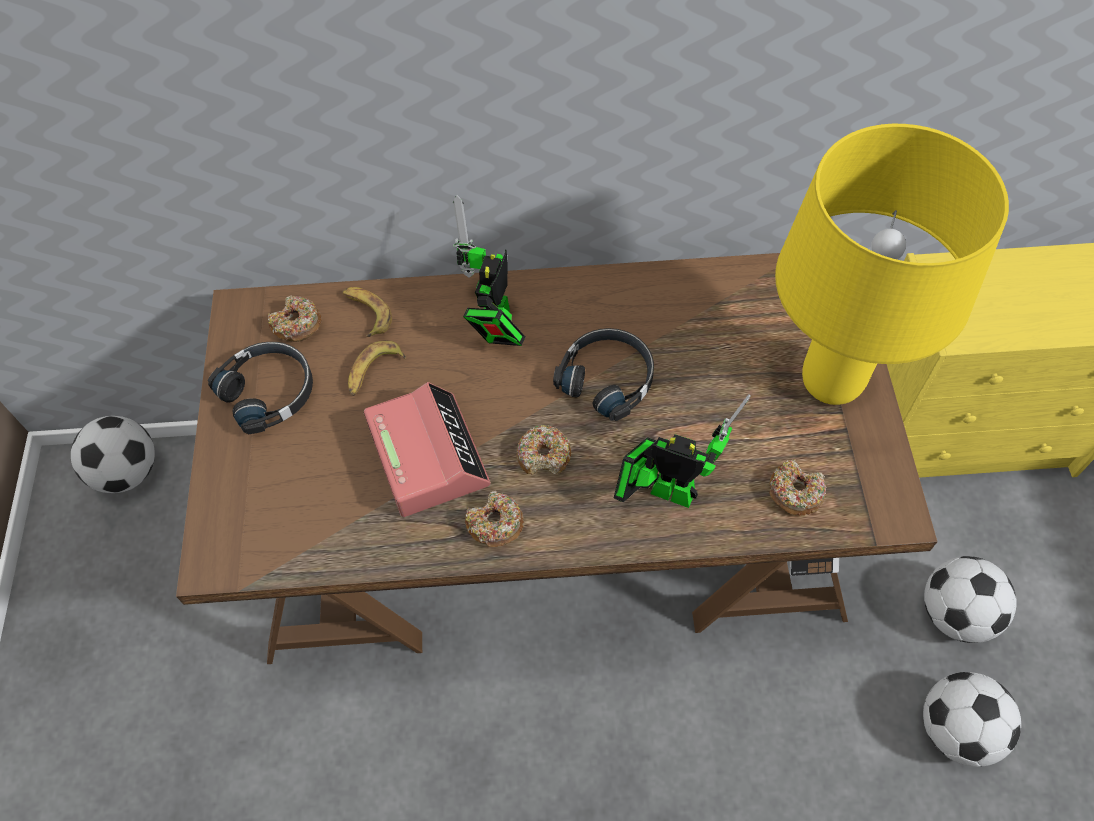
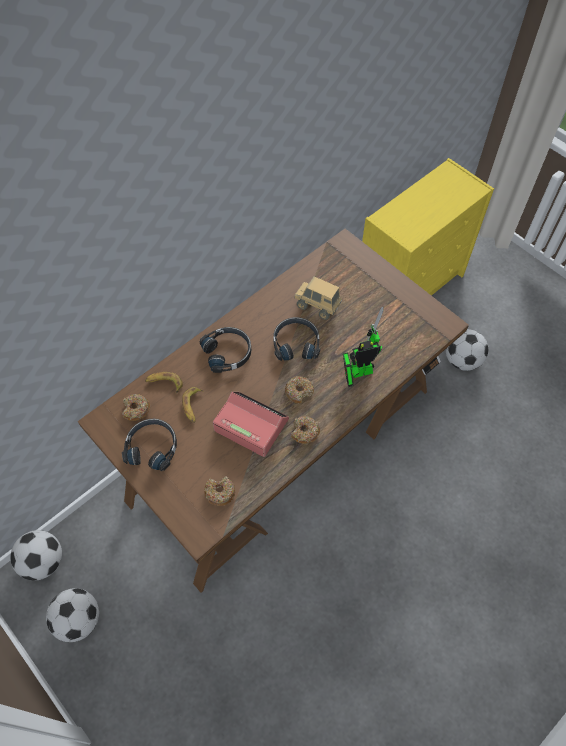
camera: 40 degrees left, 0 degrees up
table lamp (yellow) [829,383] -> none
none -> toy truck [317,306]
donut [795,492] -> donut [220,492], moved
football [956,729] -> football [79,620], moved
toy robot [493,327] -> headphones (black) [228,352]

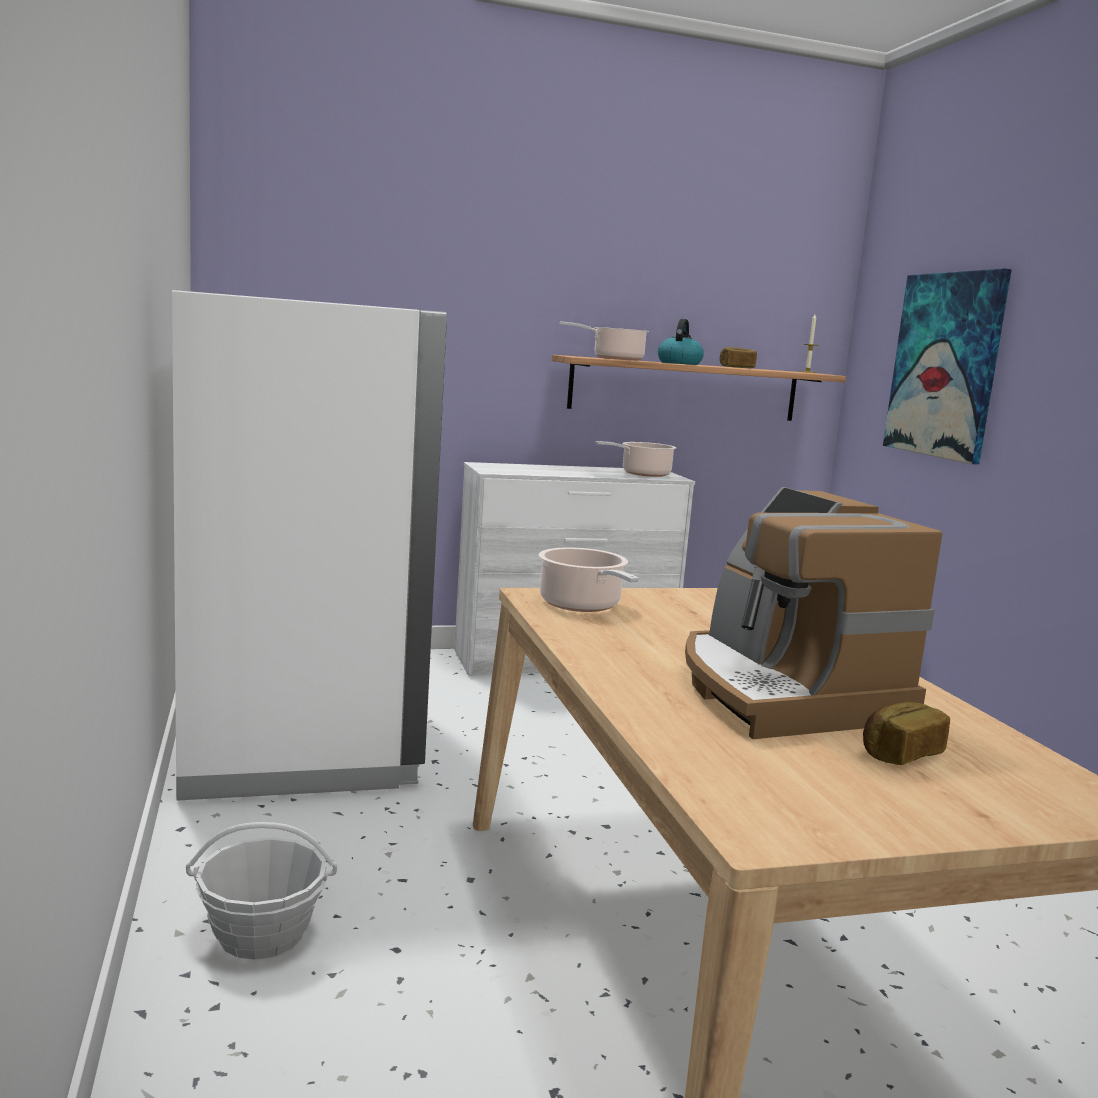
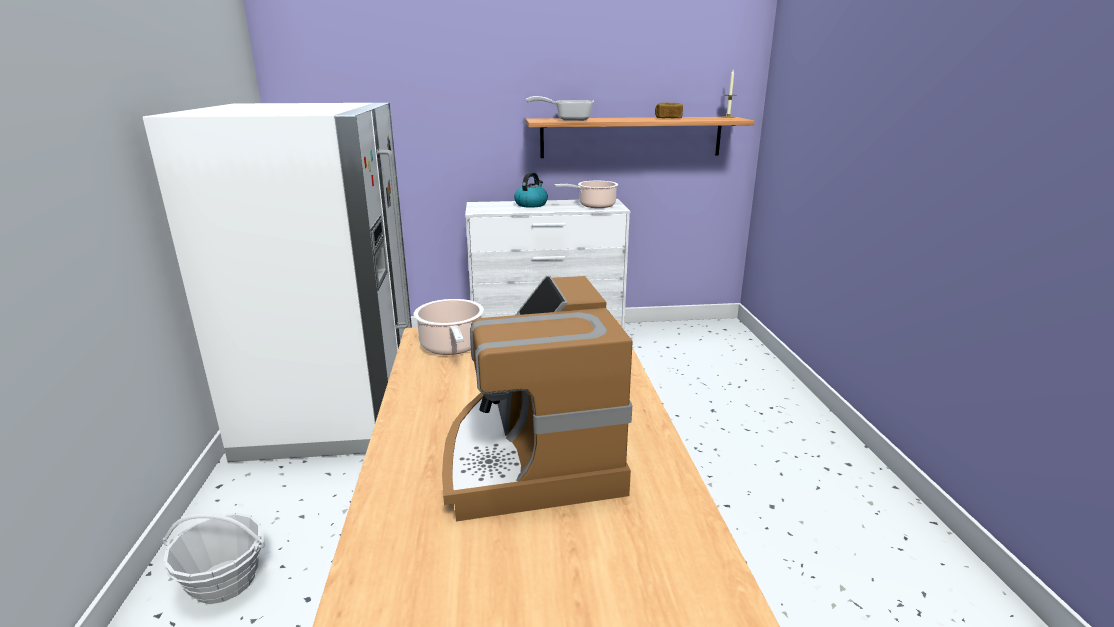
camera: 10 degrees right, 10 degrees up
bread [900,753] -> none
picture [945,365] -> none
kettle [679,363] -> kettle [531,204], moved
cooking pot [614,359] -> frying pan [568,119]

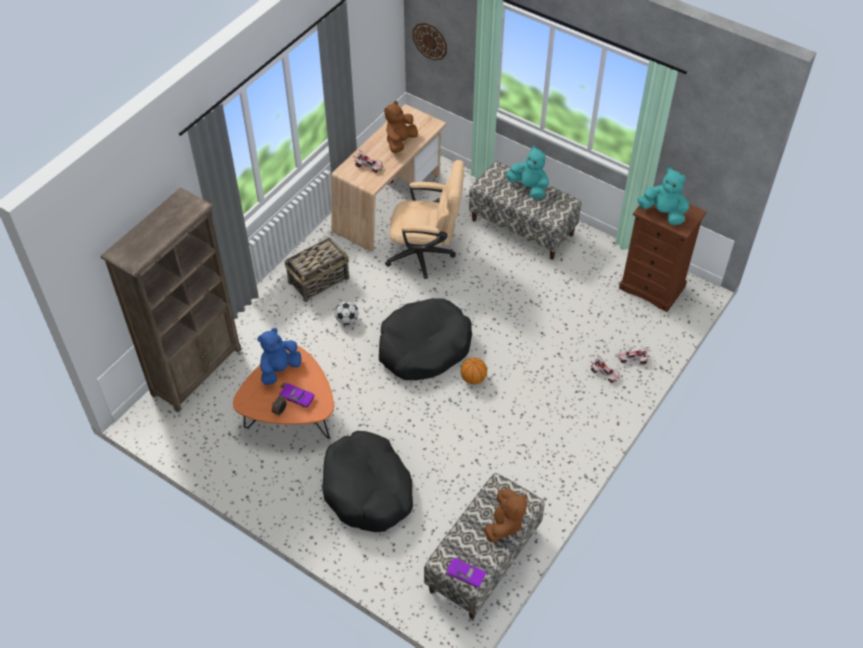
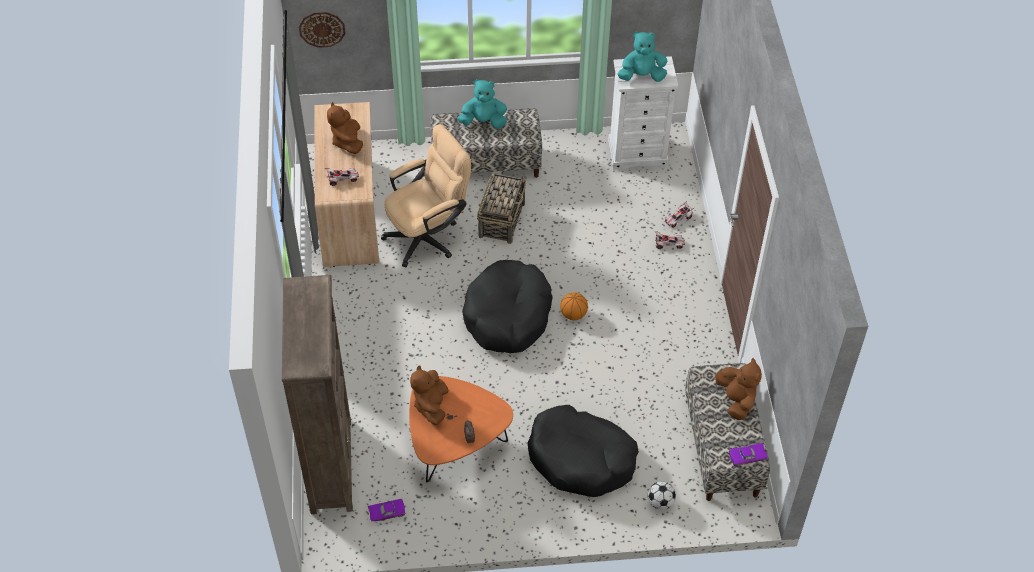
camera: 40 degrees left, 0 degrees up
toy car (purple) [297,397] -> toy car (purple) [387,511], moved
basket [319,280] -> basket [502,219], moved
football [347,320] -> football [660,502], moved
plush toy (blue) [279,369] -> plush toy (brown) [431,405]
dresser (brown) [652,287] -> dresser (white) [637,153]

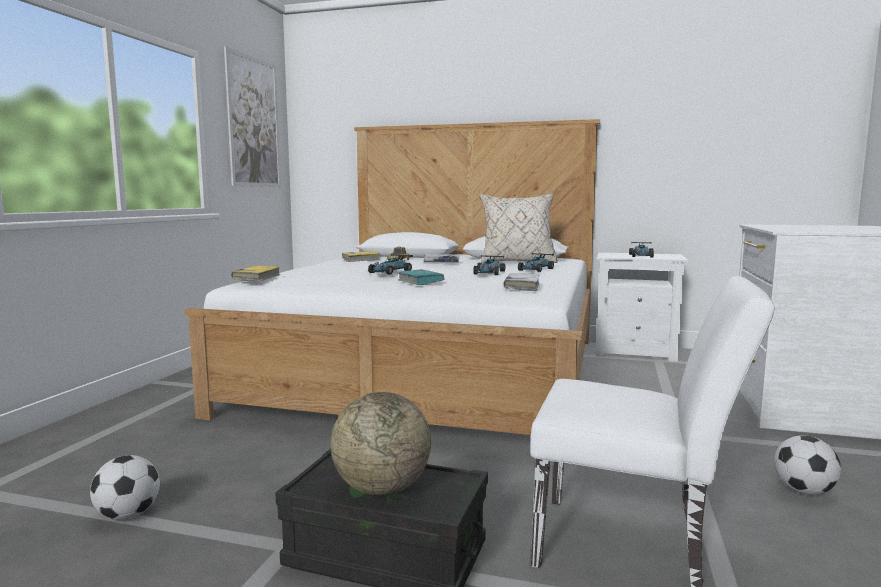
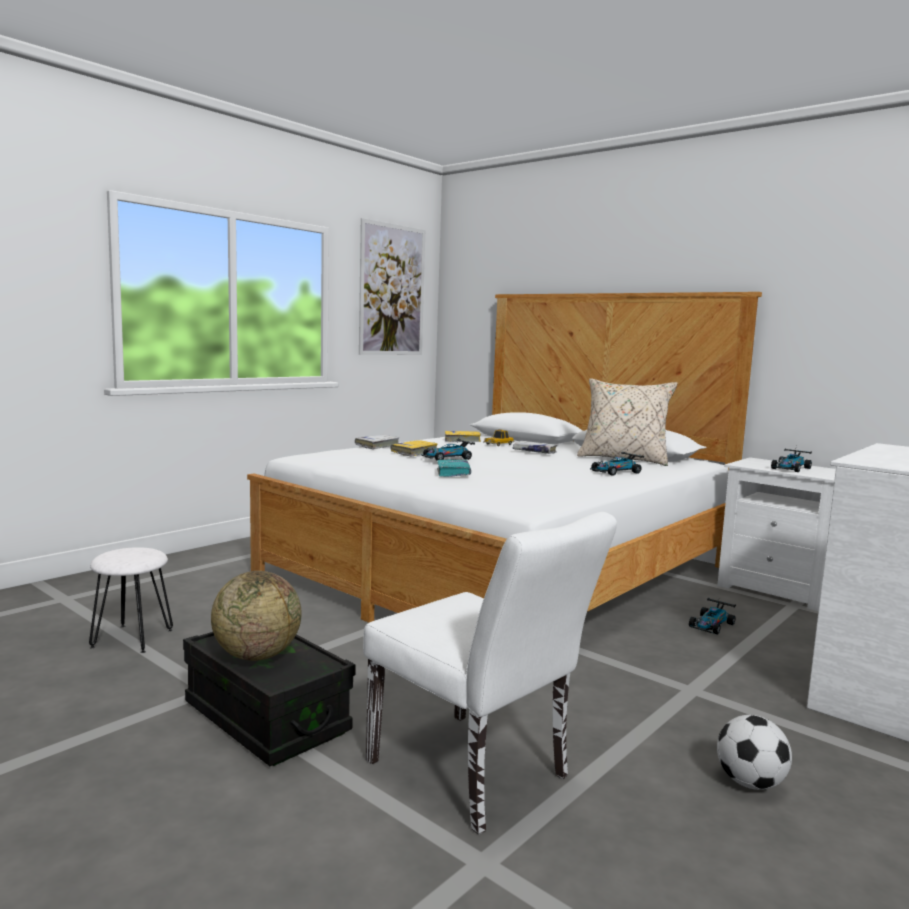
camera: 25 degrees right, 0 degrees up
book (yellow) [256,278] -> book (yellow) [414,452], moved
toy car [489,272] -> toy car [711,625], moved
book (white) [522,287] -> book (white) [377,446], moved
football [128,515] -> stool (white) [132,639]

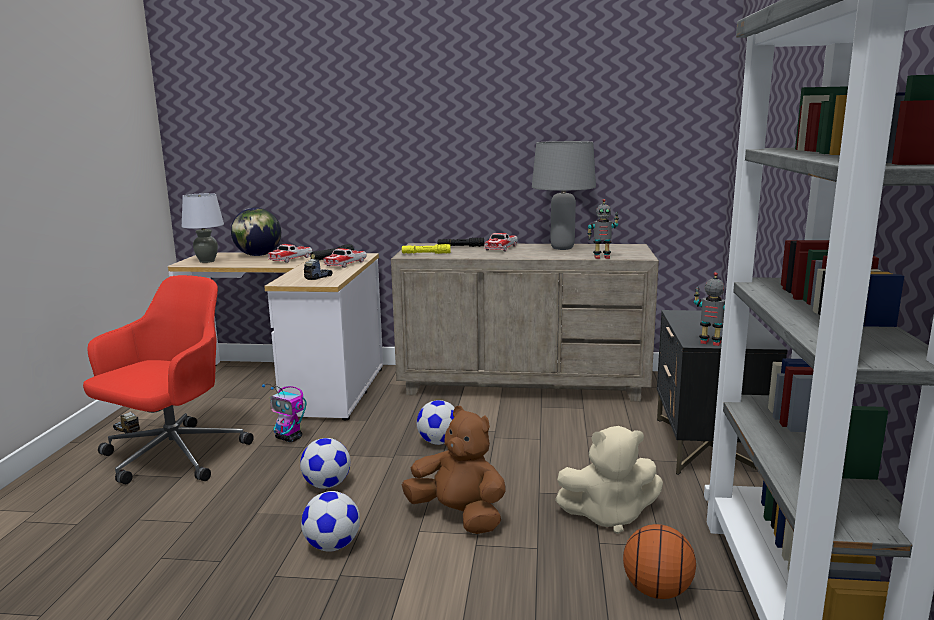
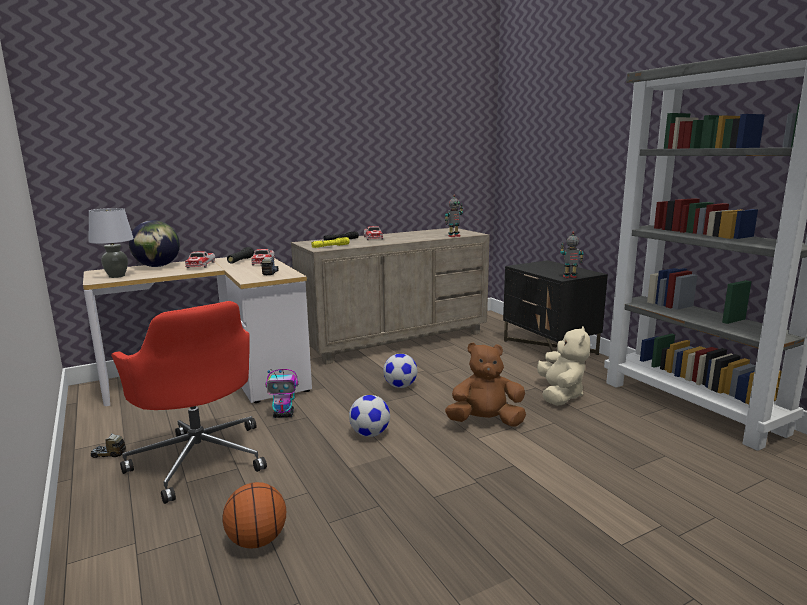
camera: 35 degrees left, 0 degrees up
football [333,546] -> none
table lamp (grey) [562,248] -> none
basketball [657,591] -> basketball [257,541], moved
office chair (red) [172,457] -> office chair (red) [200,458], 150 degrees clockwise
plush toy (beige) [608,516] -> plush toy (beige) [560,395], 45 degrees counterclockwise

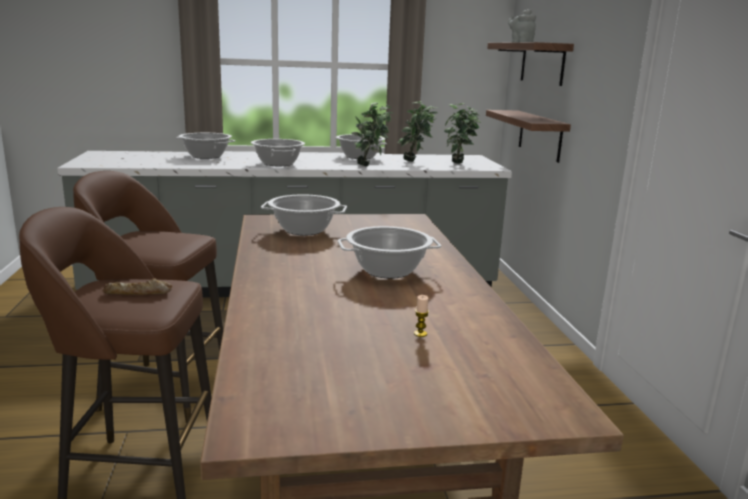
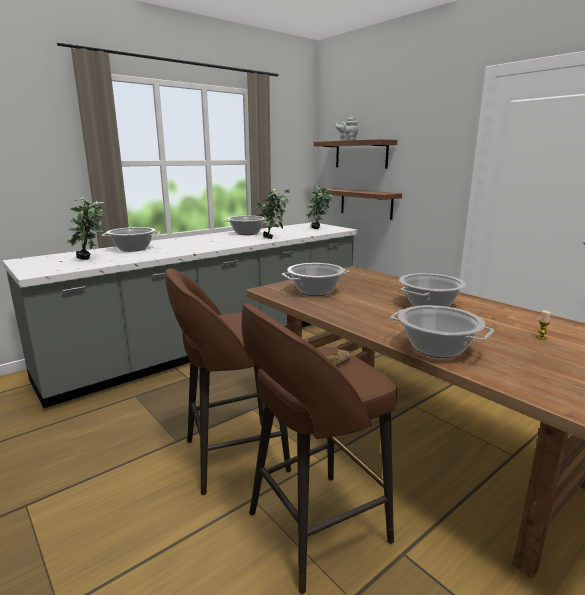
camera: 30 degrees left, 0 degrees up
cooking pot [278,163] -> cooking pot [436,348], moved
potted plant [416,162] -> potted plant [91,259], moved

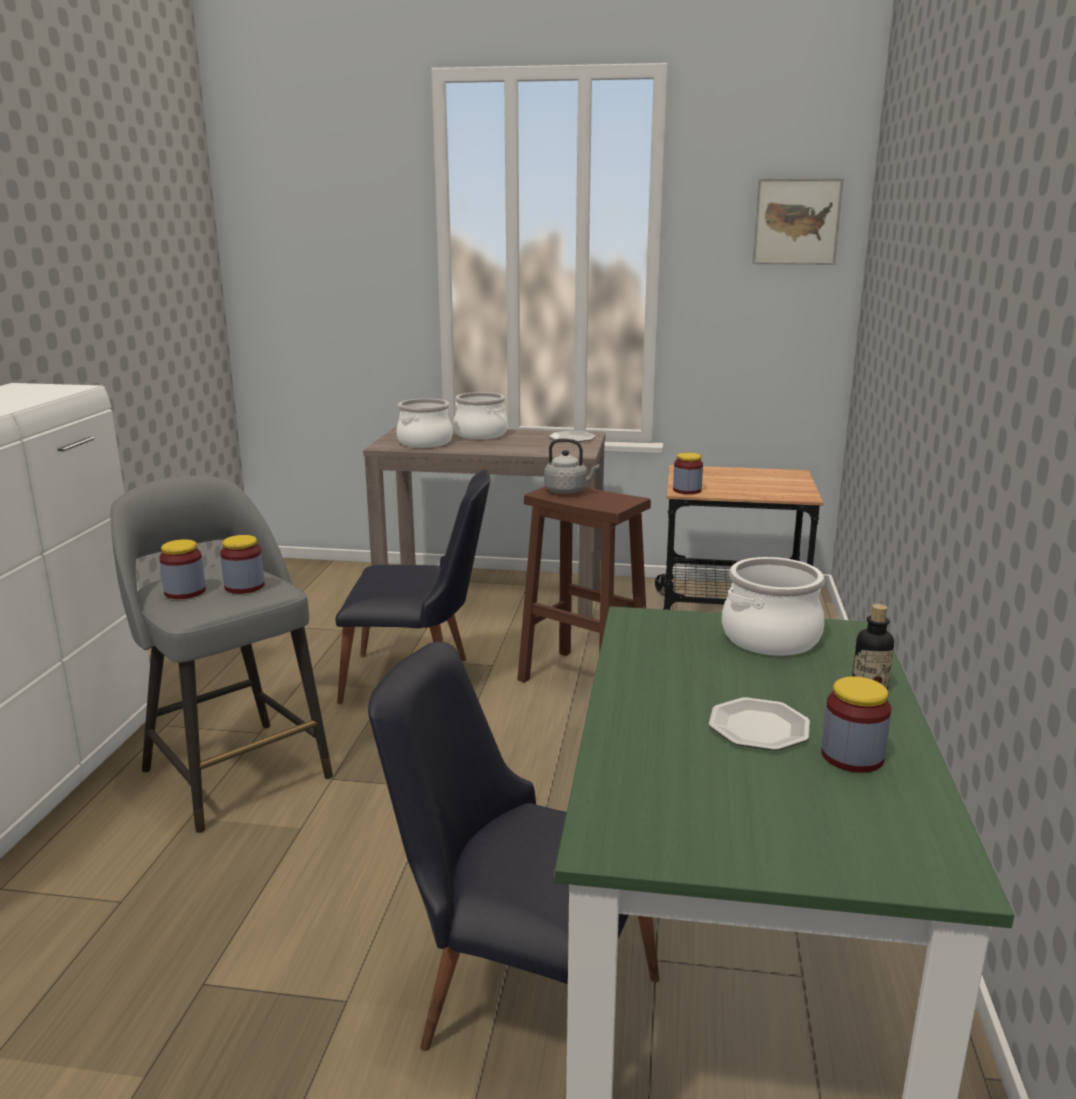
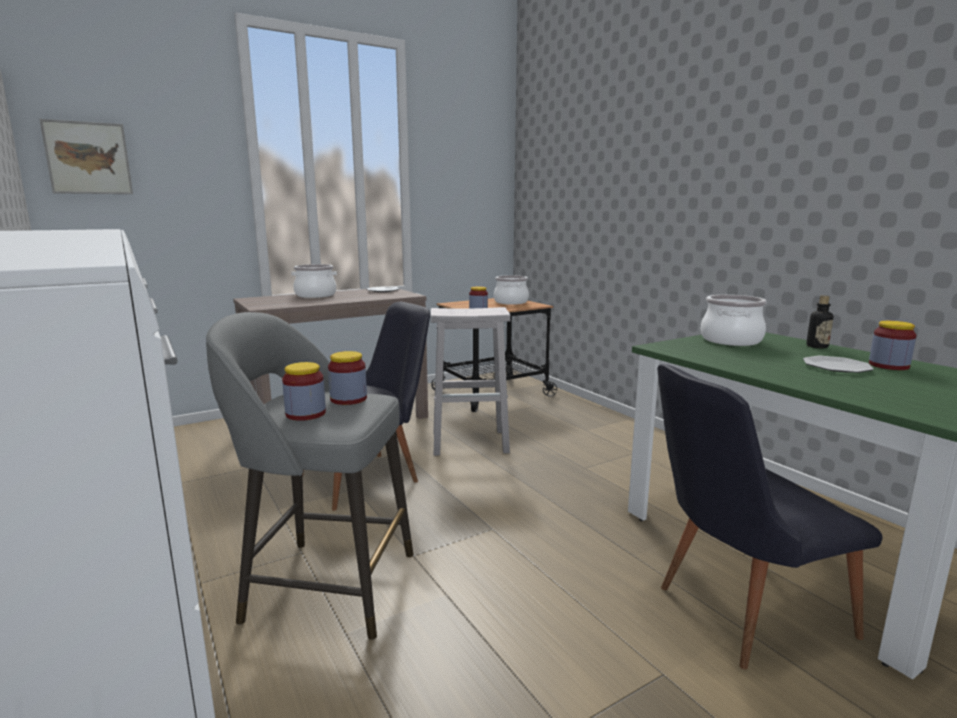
camera: 40 degrees left, 5 degrees down
kettle (grey) [568,491] -> none
cooking pot [424,442] -> cooking pot [510,302], moved
picture [796,221] -> picture [88,158], moved
stool (brown) [585,679] -> stool (white) [471,442]

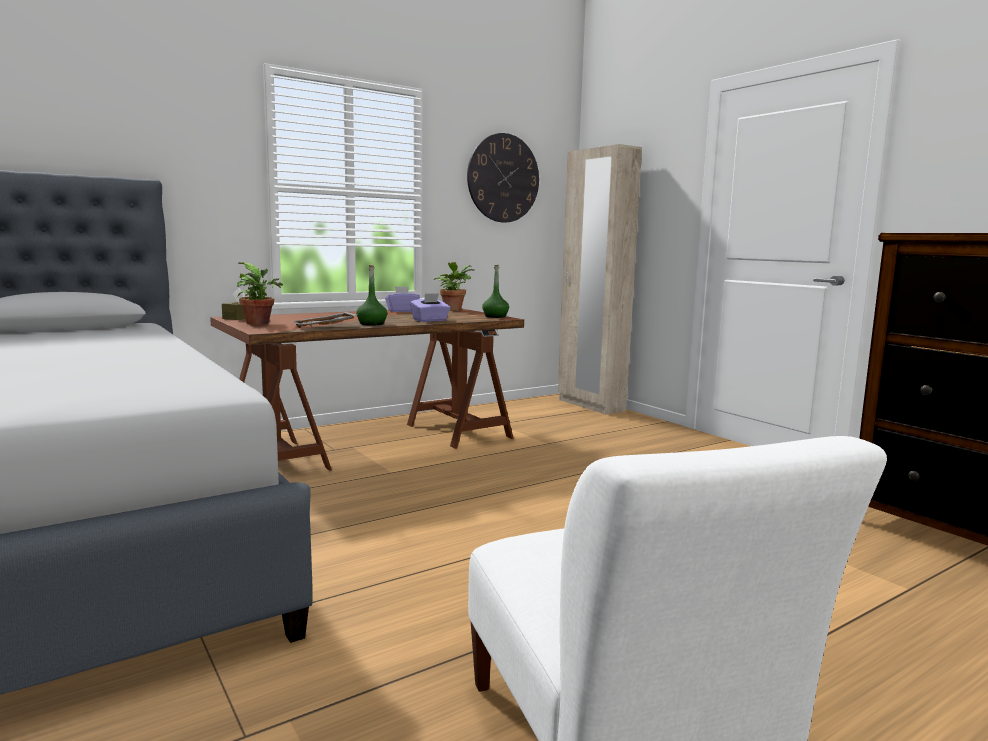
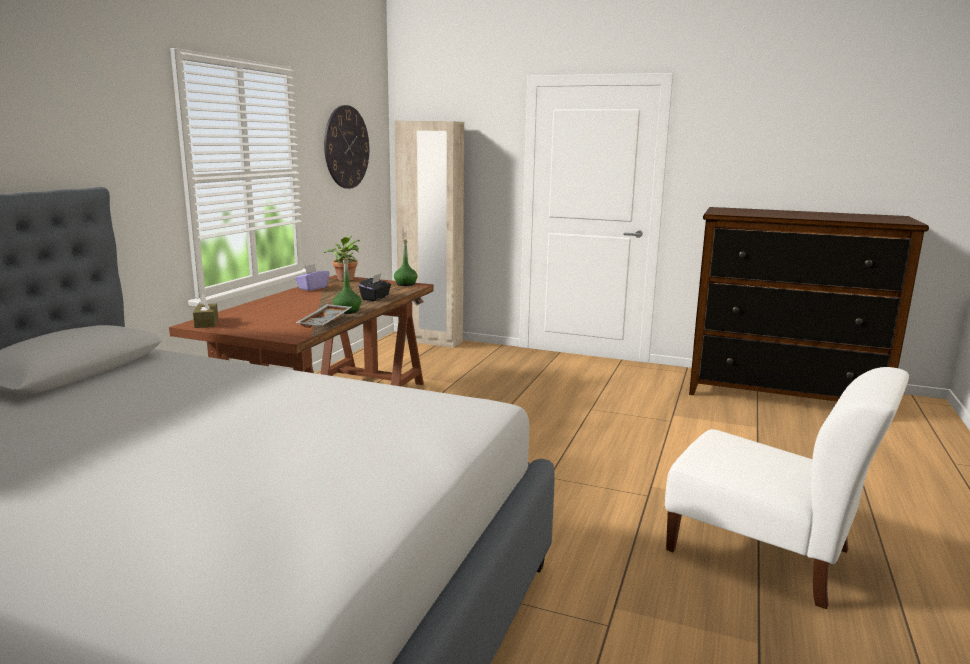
camera: 35 degrees left, 5 degrees up
potted plant [259,324] -> none
tissue box (purple) [430,320] -> tissue box (black) [375,298]

